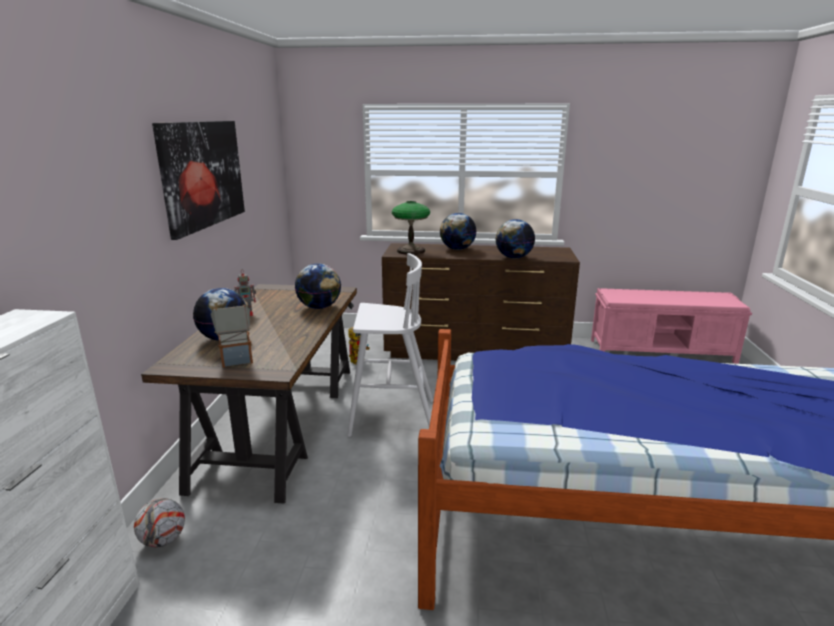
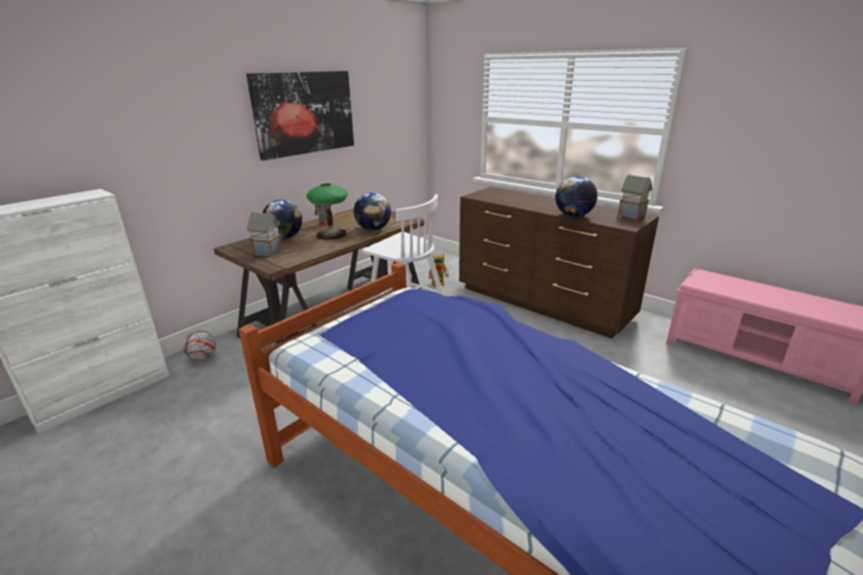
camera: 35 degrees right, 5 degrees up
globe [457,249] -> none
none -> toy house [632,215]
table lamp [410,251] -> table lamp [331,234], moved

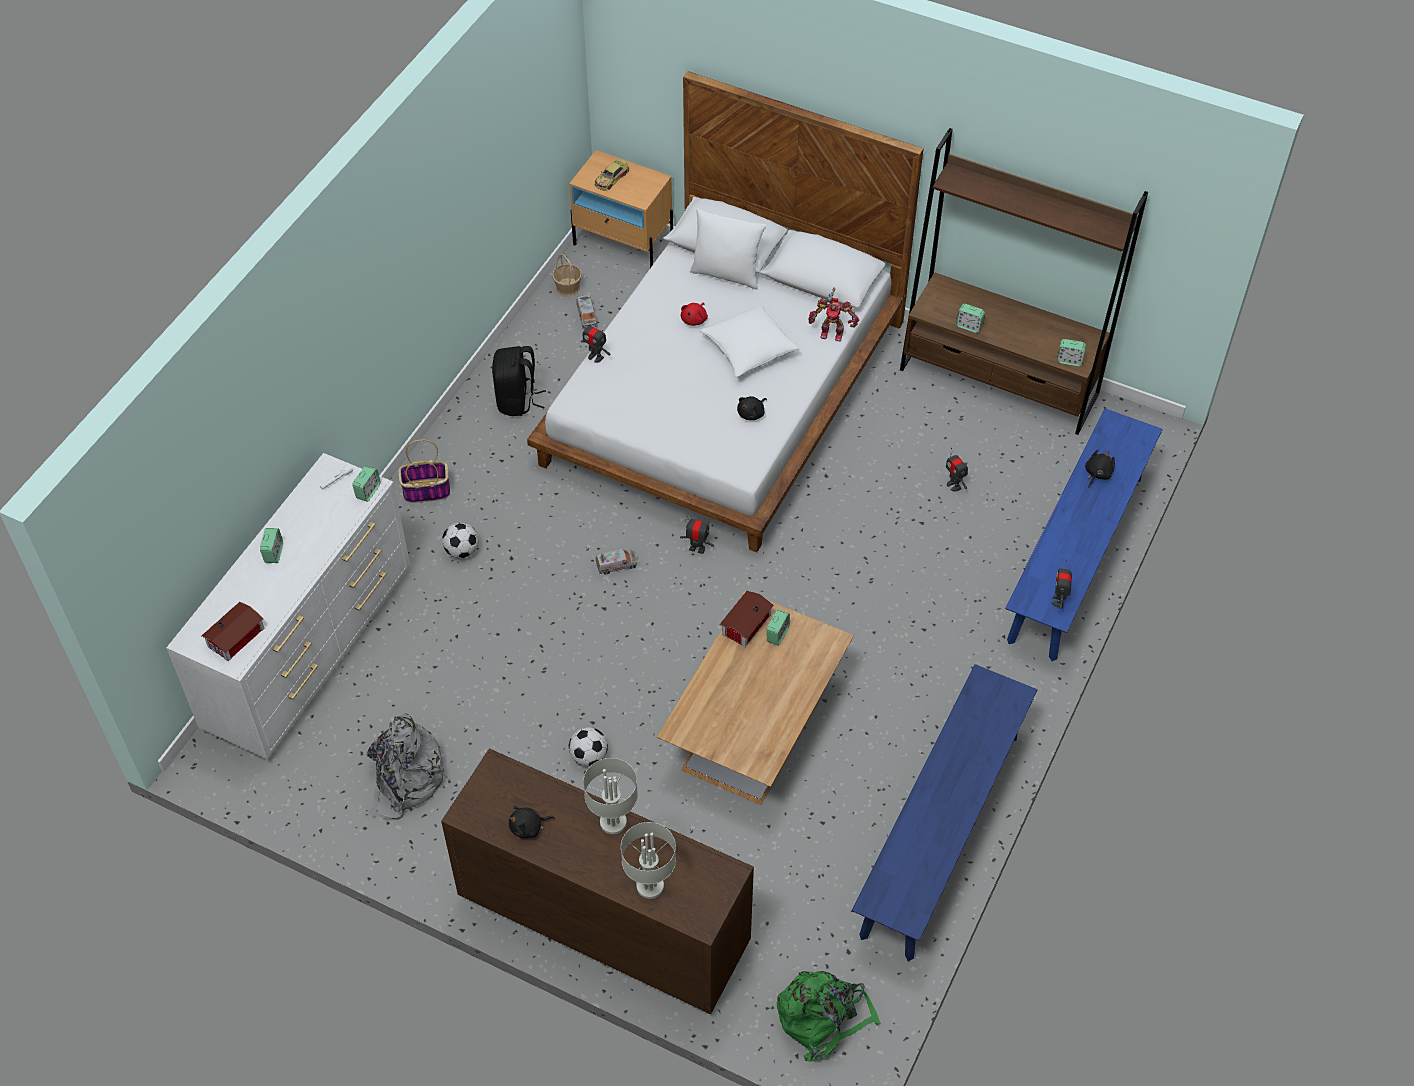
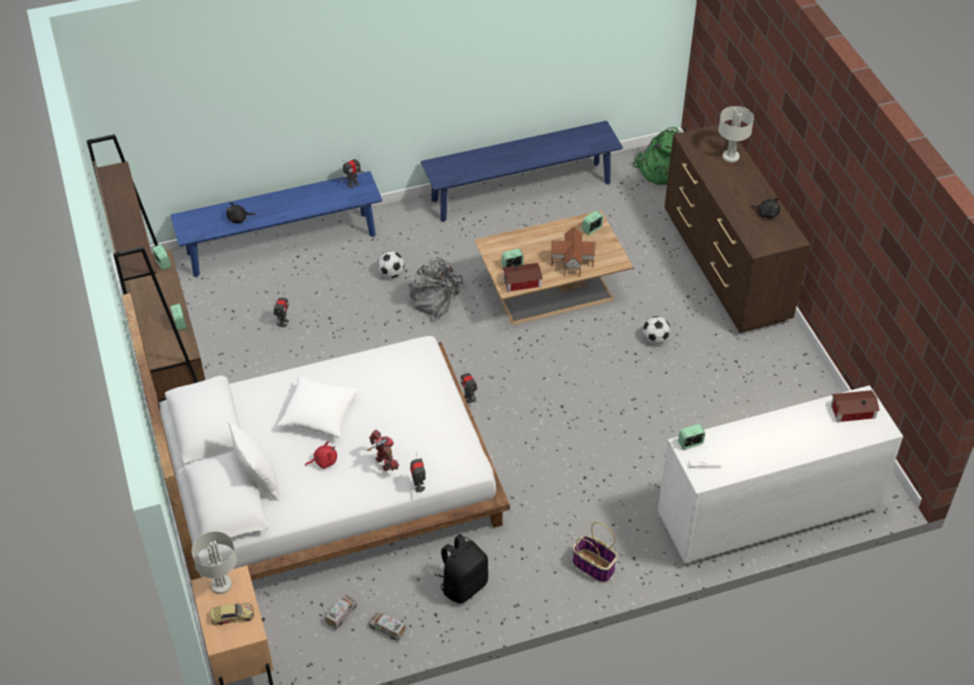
camera: 135 degrees left, 5 degrees down
basket [568,287] -> none
plush toy (black) [752,413] -> none
none -> toy house [573,261]
alarm clock [274,553] -> alarm clock [592,229], moved
backpack (grey) [405,780] -> backpack (grey) [439,299], moved
football [462,551] -> football [391,274], moved
table lamp (grey) [614,822] -> table lamp (grey) [220,584], moved
toy truck [616,565] -> toy truck [387,629], moved
toy robot [832,332] -> toy robot [384,463], moved

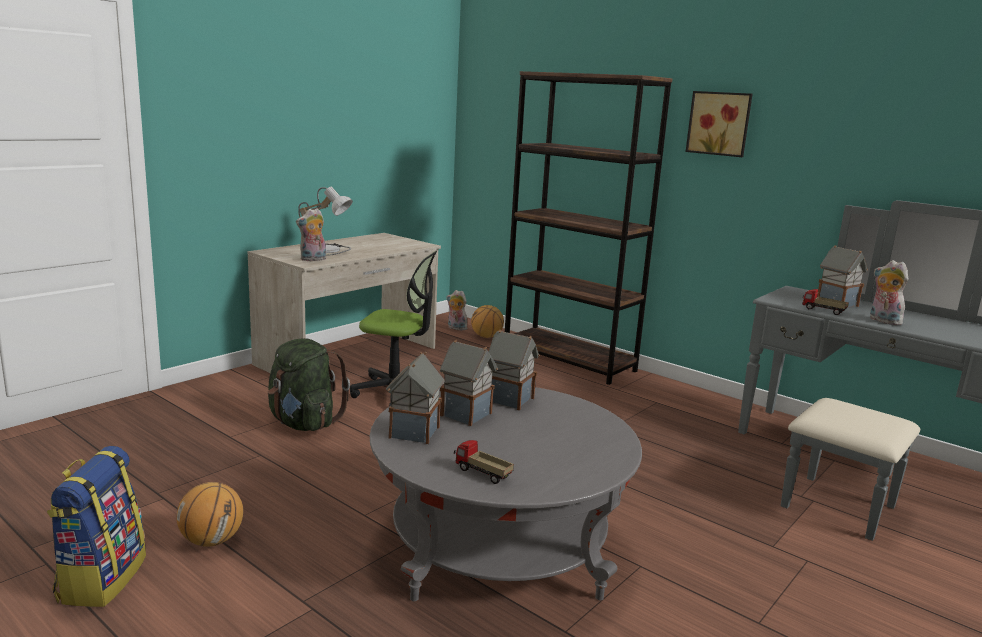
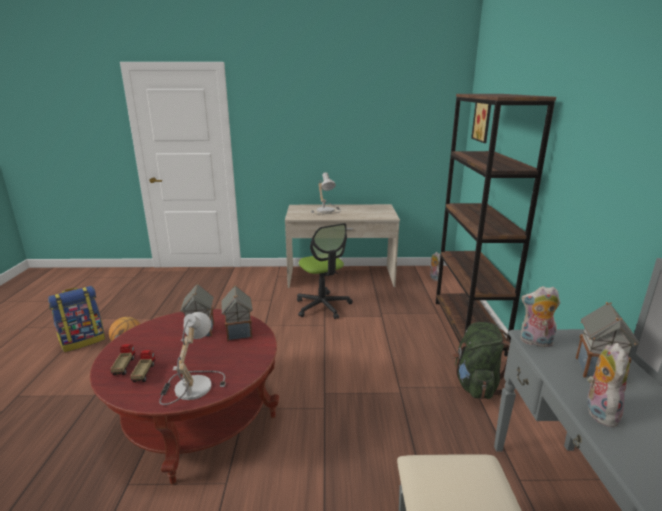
camera: 50 degrees right, 5 degrees up
toy house [414,433] -> none
basketball [486,337] -> none
none -> table lamp [190,386]
backpack (green) [304,423] -> backpack (green) [477,385], moved
plush toy [313,259] -> plush toy [535,342], moved
picture [719,123] -> picture [483,120], moved
toy truck [823,311] -> toy truck [144,373], moved
coffee table (grey) [498,544] -> coffee table (red) [197,417]

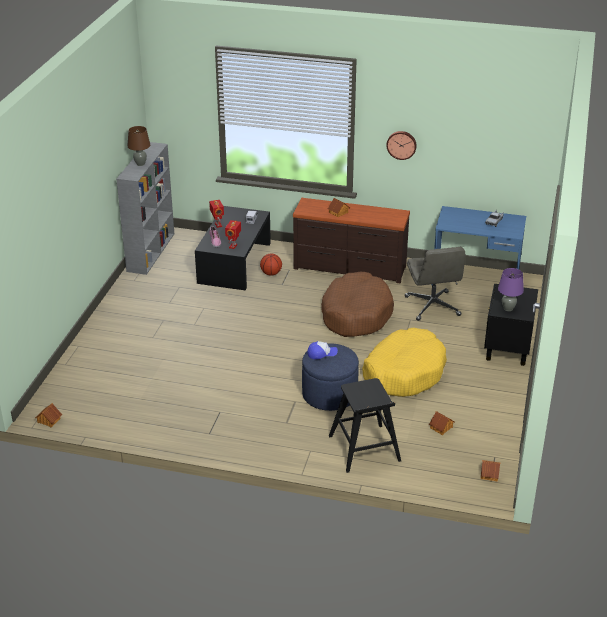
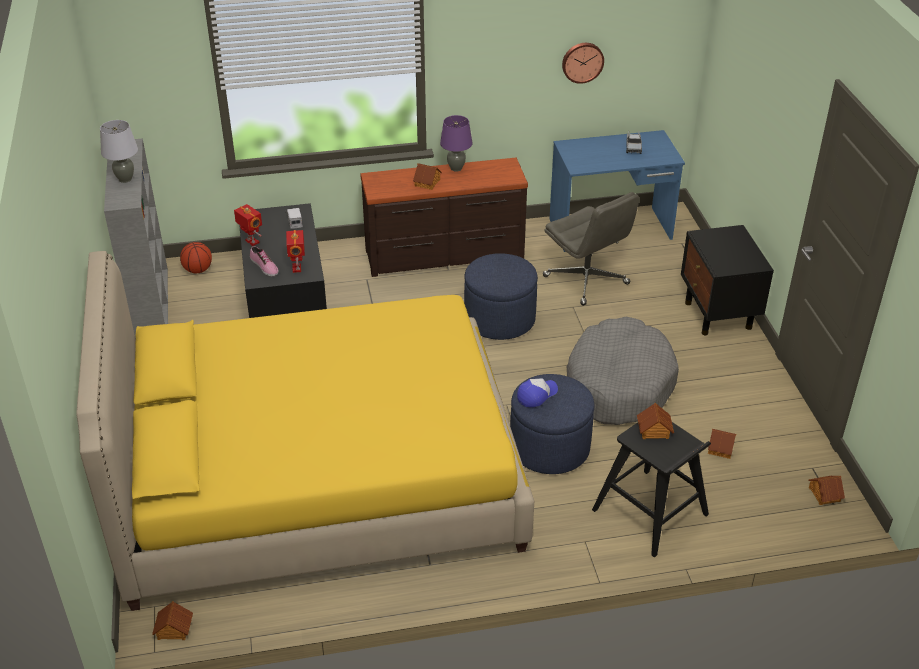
camera: 25 degrees left, 5 degrees up
none -> bed (yellow) [318,479]
none -> toy house [654,430]
basketball [271,273] -> basketball [198,270], moved
wall clock [401,144] -> wall clock [582,62], moved
table lamp (purple) [508,308] -> table lamp (purple) [456,168], moved
dog bed (brown) [356,314] -> ottoman (blue) [499,319]
table lamp (brown) [140,164] -> table lamp (grey) [125,179]
dog bed (yellow) [404,372] -> dog bed (grey) [619,384]

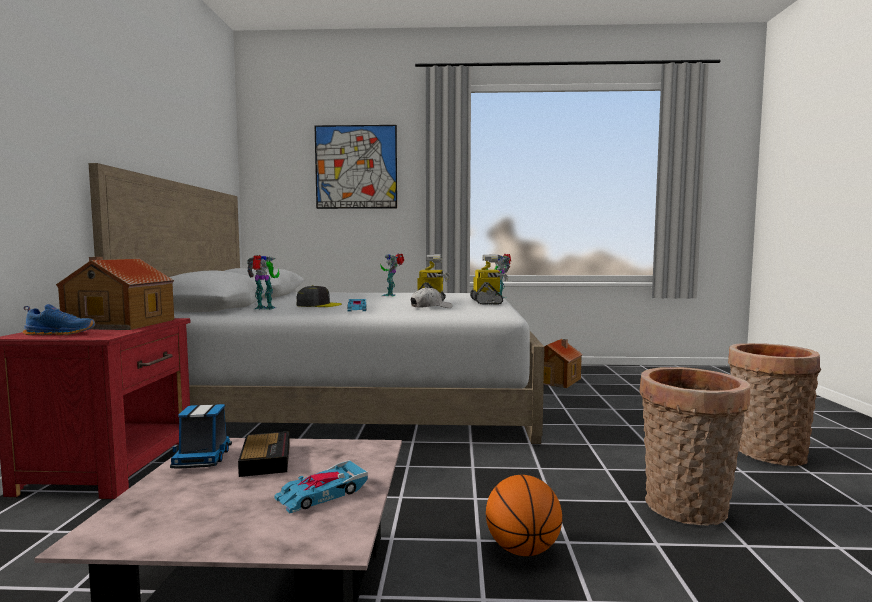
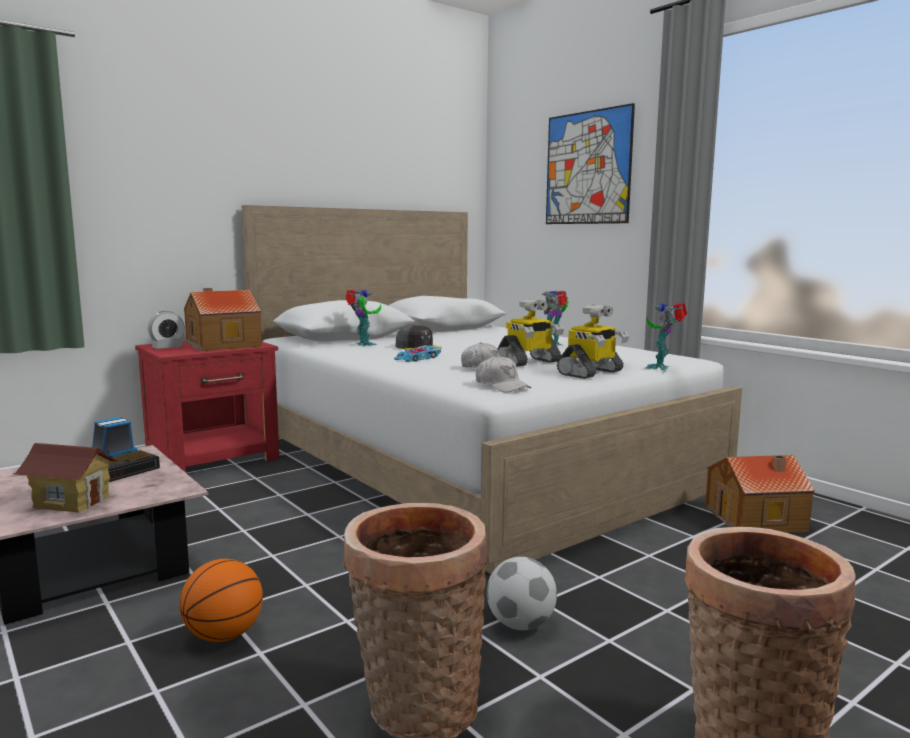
camera: 50 degrees right, 5 degrees up
none -> cap (white) [502,386]
none -> football [521,624]
shoe (blue) [61,334] -> alarm clock [167,347]
toy car [321,493] -> toy house [72,502]

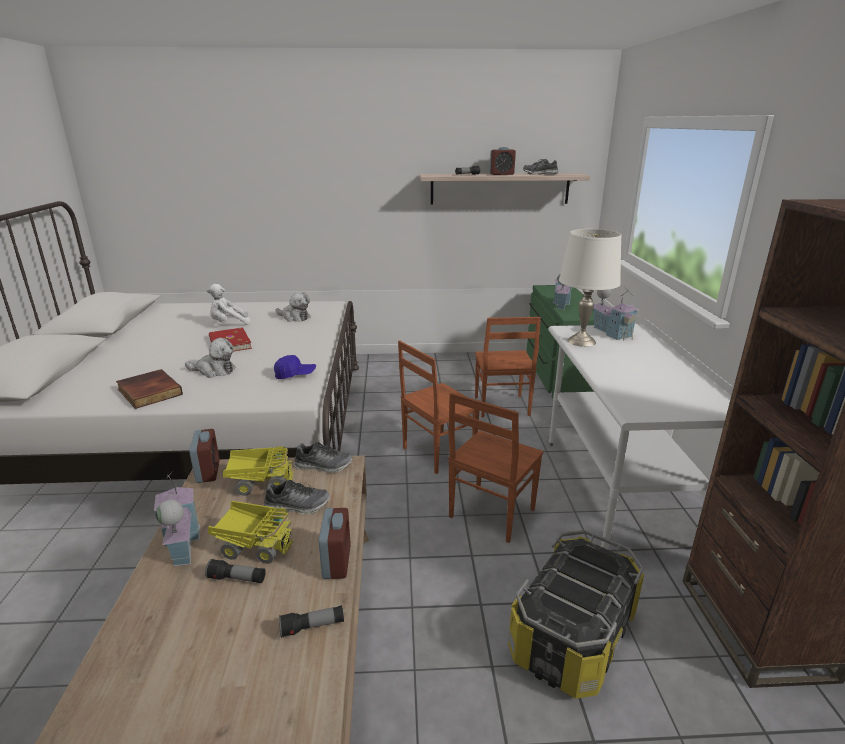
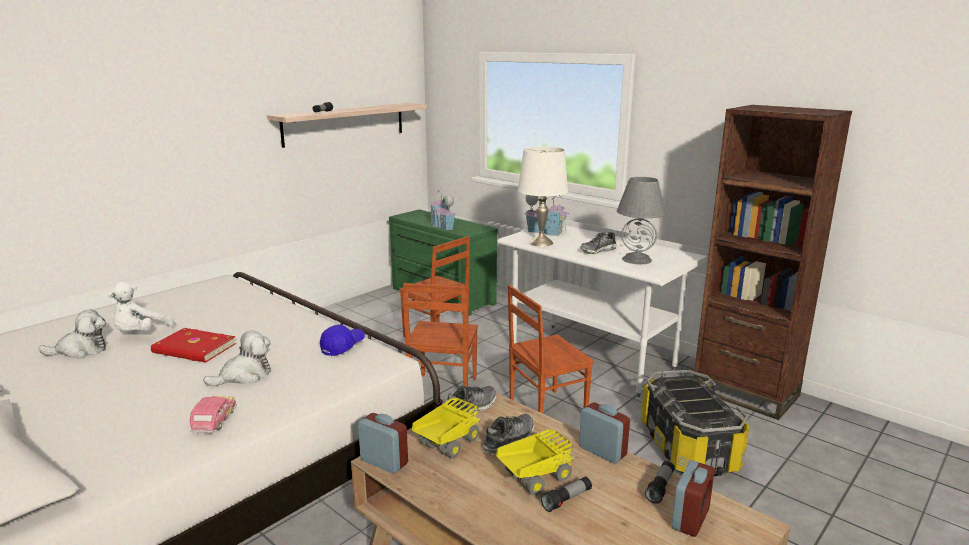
camera: 45 degrees left, 5 degrees down
toy house [181,544] -> none
none -> table lamp (grey) [636,259]
plush toy [294,317] -> plush toy [81,350], moved
alarm clock [501,174] -> alarm clock [690,519], moved
shoe [540,174] -> shoe [598,250], moved
book [148,392] -> toy car [214,421]
chair (brown) [490,514] -> chair (brown) [545,410], 75 degrees clockwise

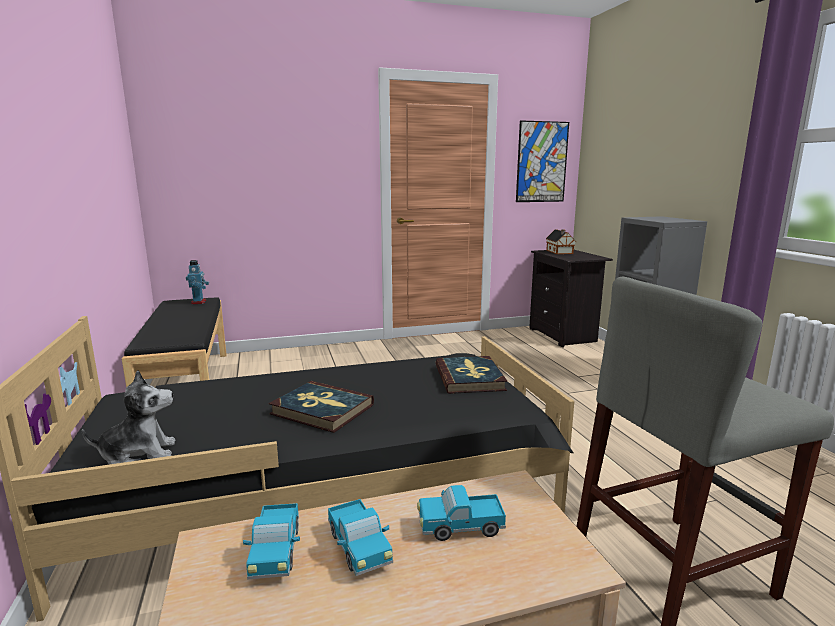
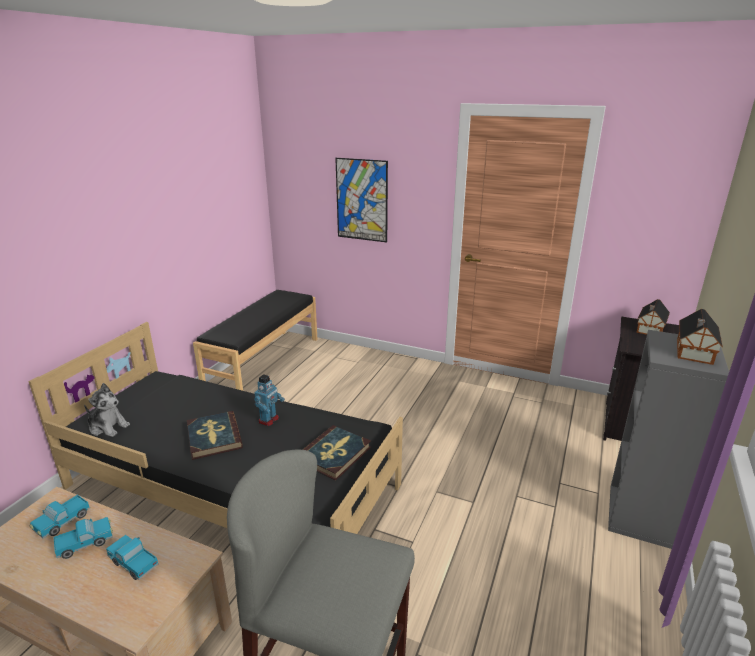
camera: 40 degrees right, 10 degrees up
none -> toy house [693,352]
toy robot [199,302] -> toy robot [269,420], moved
picture [542,162] -> picture [362,200], moved
toy truck [359,549] -> toy truck [86,543], 135 degrees counterclockwise

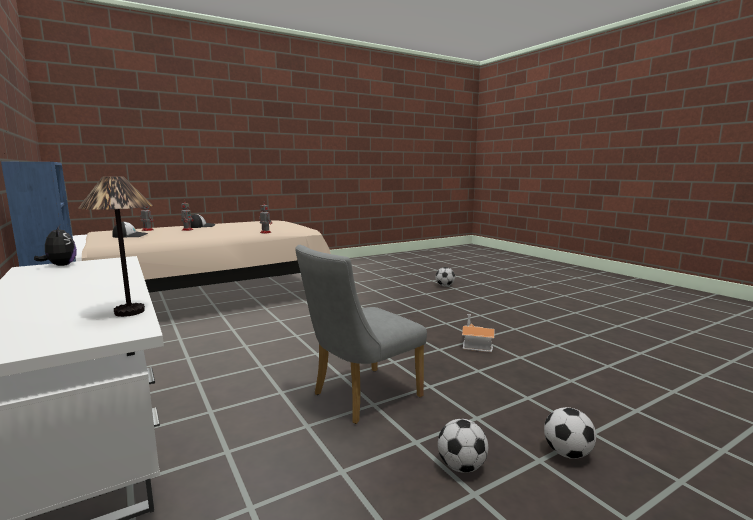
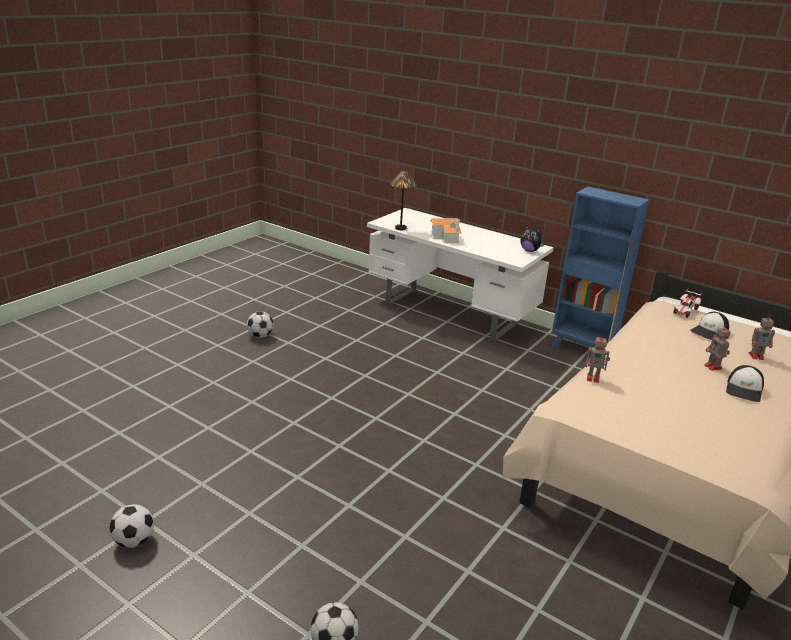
camera: 155 degrees right, 15 degrees up
chair (grey) [360,397] -> none
none -> toy car [685,311]
toy house [475,344] -> toy house [446,238], moved
football [567,453] -> football [134,541], moved

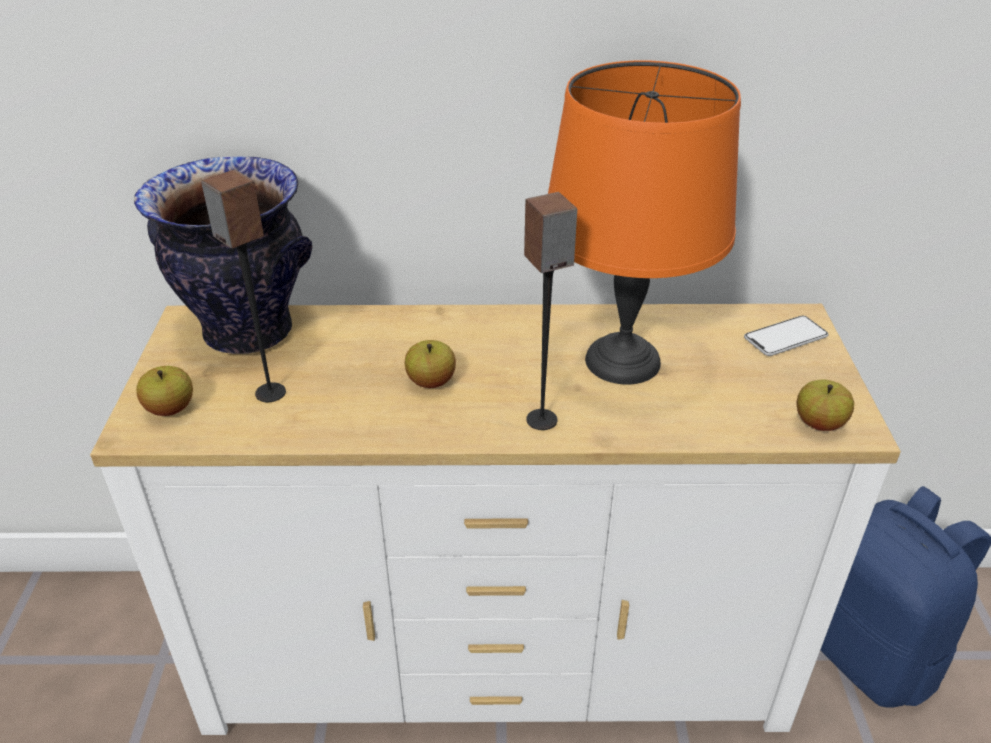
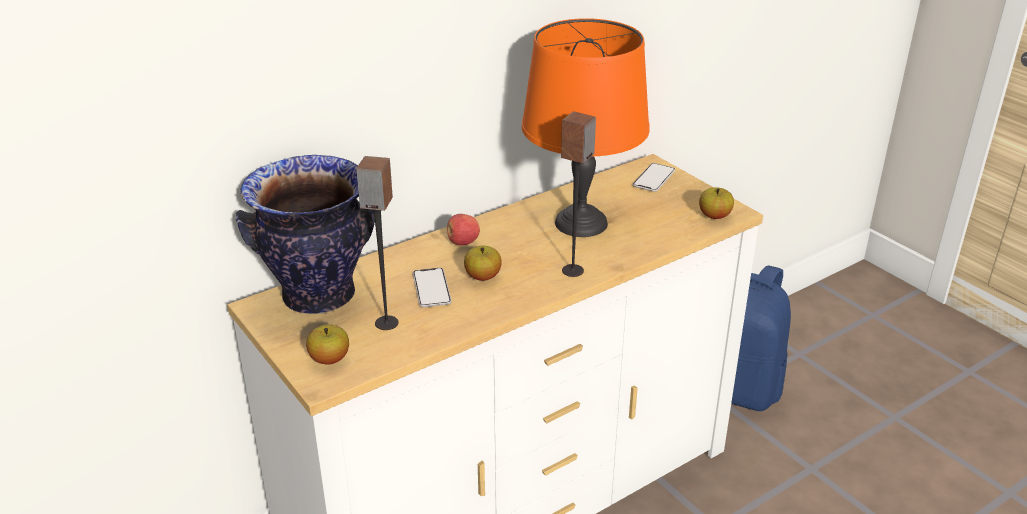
camera: 35 degrees left, 5 degrees down
none -> phone [431,288]
none -> apple [462,242]

